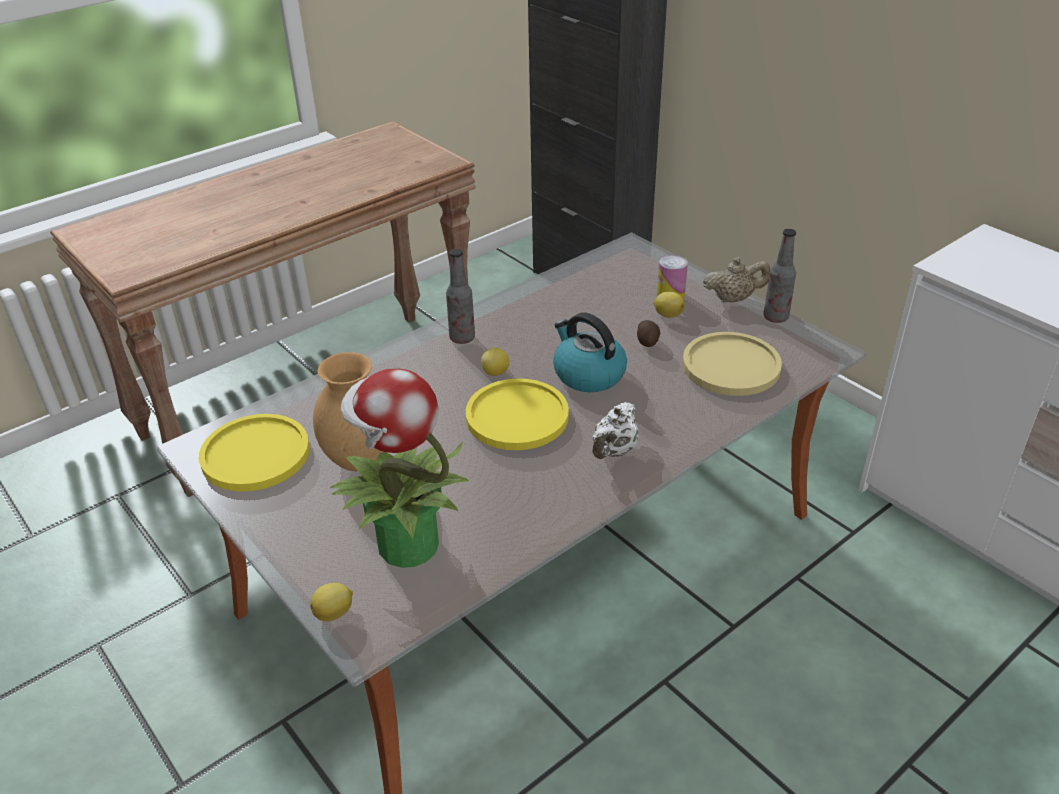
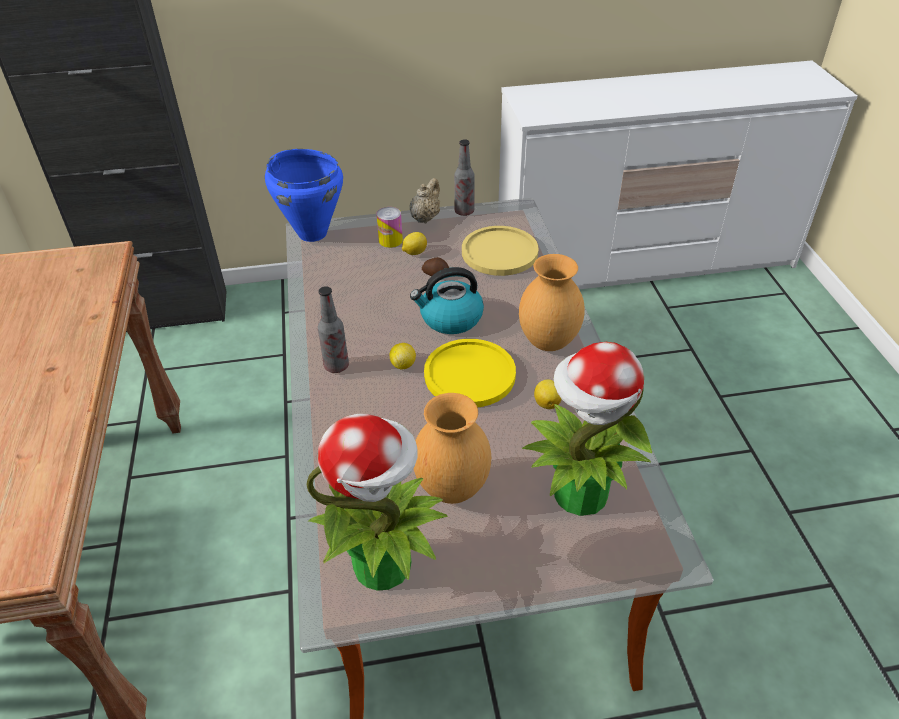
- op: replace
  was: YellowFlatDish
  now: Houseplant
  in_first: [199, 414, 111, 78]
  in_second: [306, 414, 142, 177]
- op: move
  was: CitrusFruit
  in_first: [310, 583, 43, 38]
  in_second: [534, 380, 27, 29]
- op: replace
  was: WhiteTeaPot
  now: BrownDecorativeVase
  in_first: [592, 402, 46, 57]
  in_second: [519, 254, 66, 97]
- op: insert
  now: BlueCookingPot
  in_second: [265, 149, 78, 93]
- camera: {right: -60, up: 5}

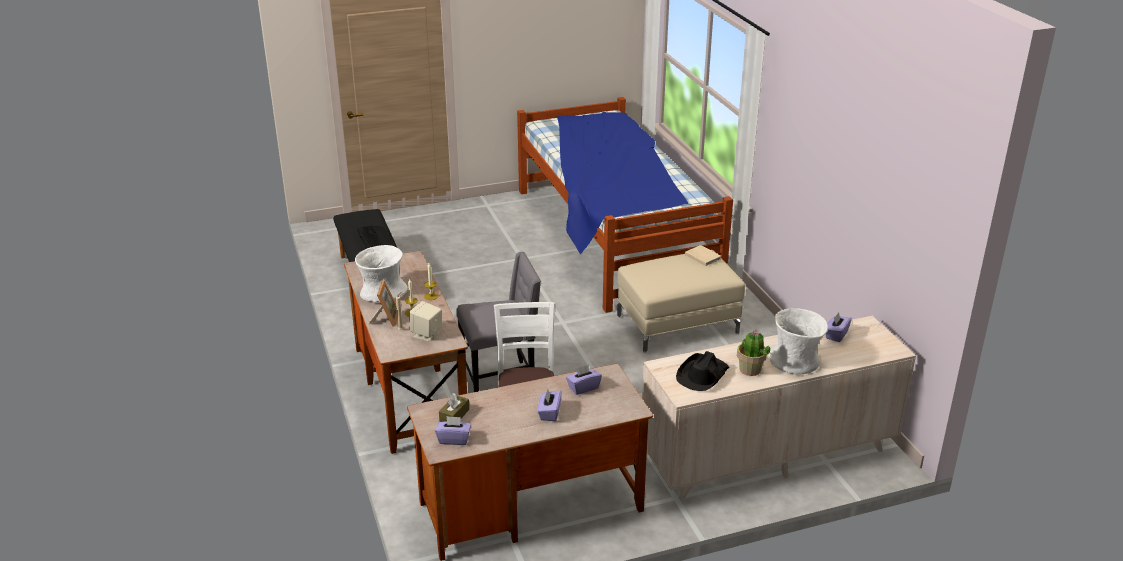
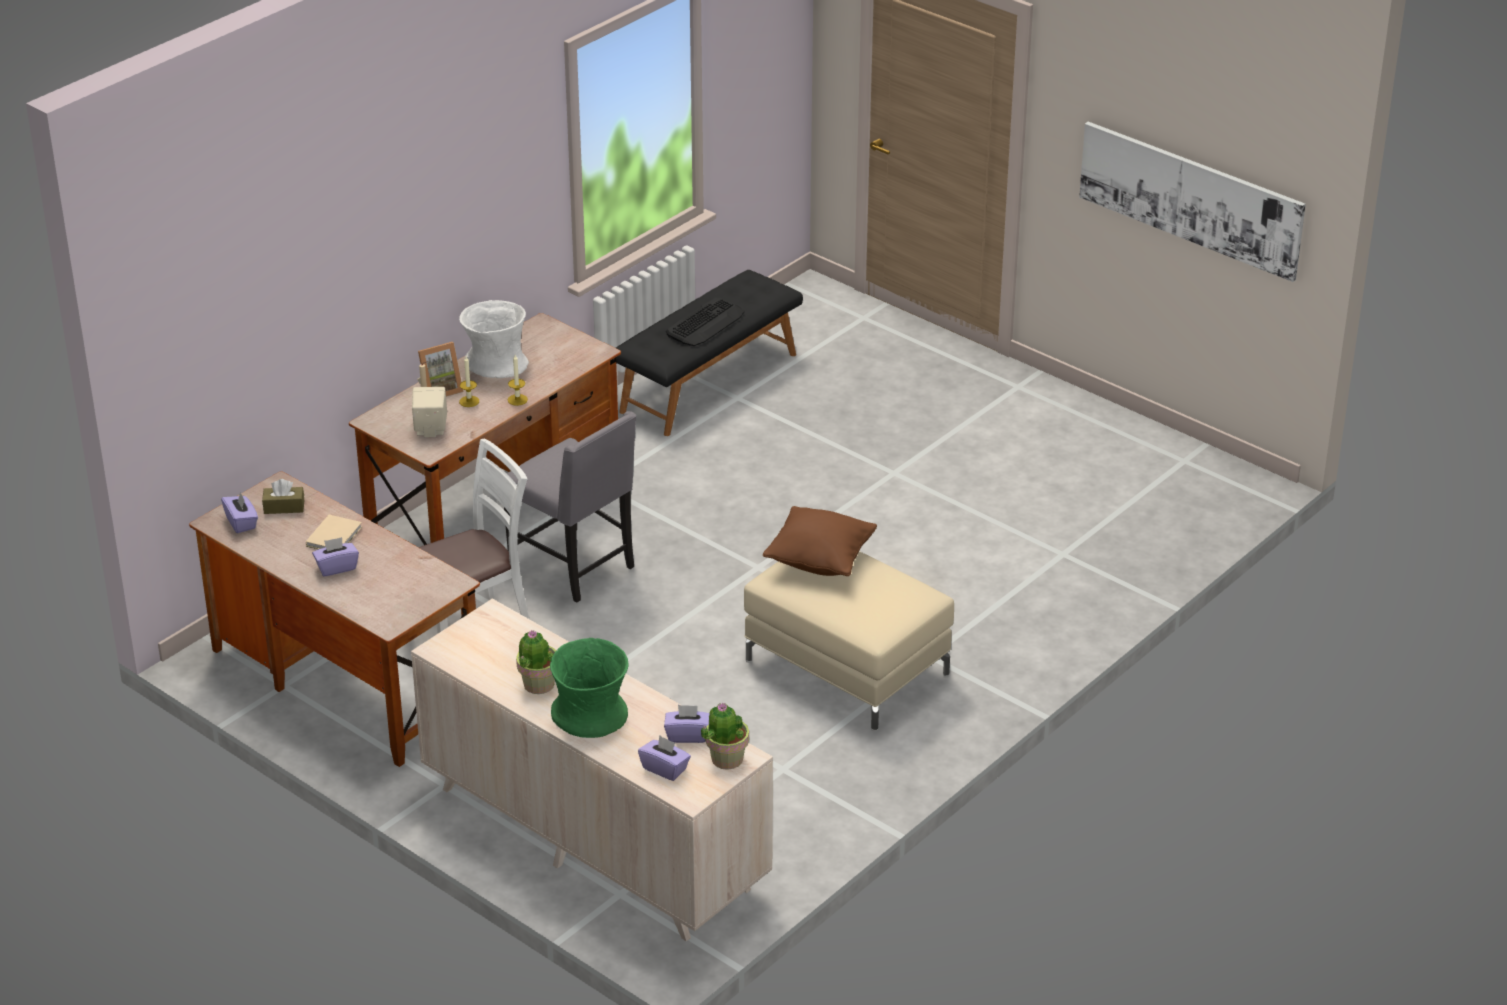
- op: delete
  was: SleepingBed
  in_first: [517, 97, 216, 216]
- op: move
  was: PurpleTissueHolder
  in_first: [566, 365, 36, 30]
  in_second: [638, 735, 53, 46]
- op: delete
  was: BlackColouredHat
  in_first: [676, 351, 54, 40]
- op: move
  was: BeigeColouredBook
  in_first: [685, 245, 36, 21]
  in_second: [306, 515, 56, 34]
- op: recolor
  was: WhiteDecorativeVase
  now: GreenishDecorativeVase
  in_first: [769, 308, 59, 66]
  in_second: [550, 638, 78, 100]
- op: insert
  now: Houseplant
  in_second: [701, 702, 48, 68]
- op: insert
  now: BrownCushion
  in_second: [763, 506, 114, 70]
- op: insert
  now: Picture
  in_second: [1079, 122, 227, 160]
- camera: {right: 60, up: 5}

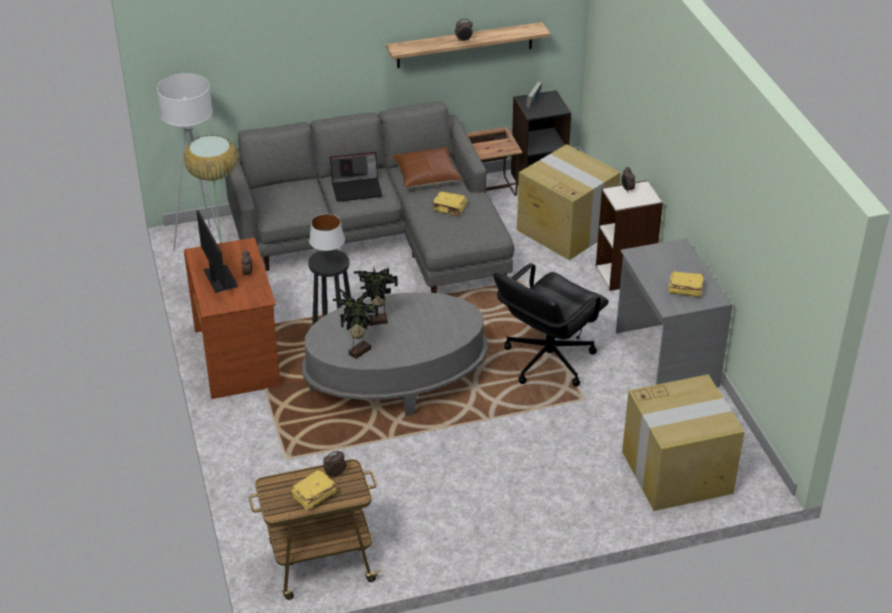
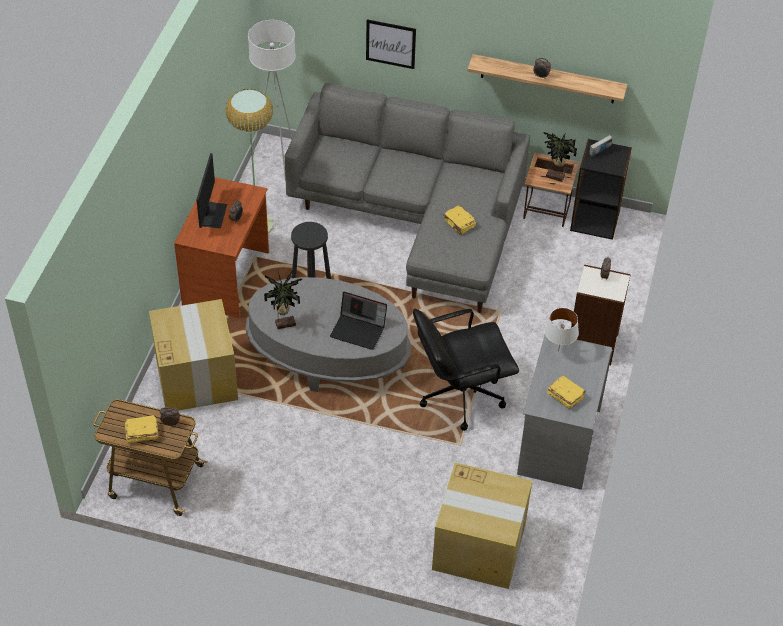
- op: move
  was: WhiteLampForATable
  in_first: [309, 214, 36, 52]
  in_second: [545, 308, 34, 44]
- op: move
  was: Laptop
  in_first: [330, 152, 52, 50]
  in_second: [330, 292, 57, 58]
- op: move
  was: Houseplant
  in_first: [354, 266, 44, 60]
  in_second: [543, 132, 34, 50]
- op: delete
  was: BrownCushion
  in_first: [391, 148, 71, 41]
- op: move
  was: Carton
  in_first: [517, 144, 104, 116]
  in_second: [149, 299, 89, 112]
- op: insert
  now: Picture
  in_second: [366, 19, 50, 50]
- camera: {right: 30, up: 10}

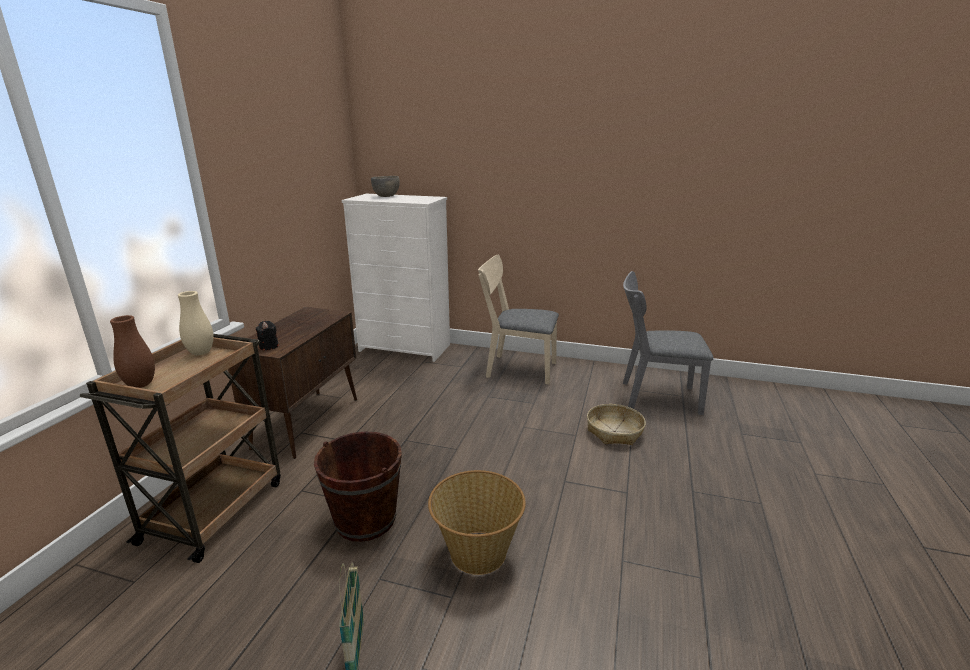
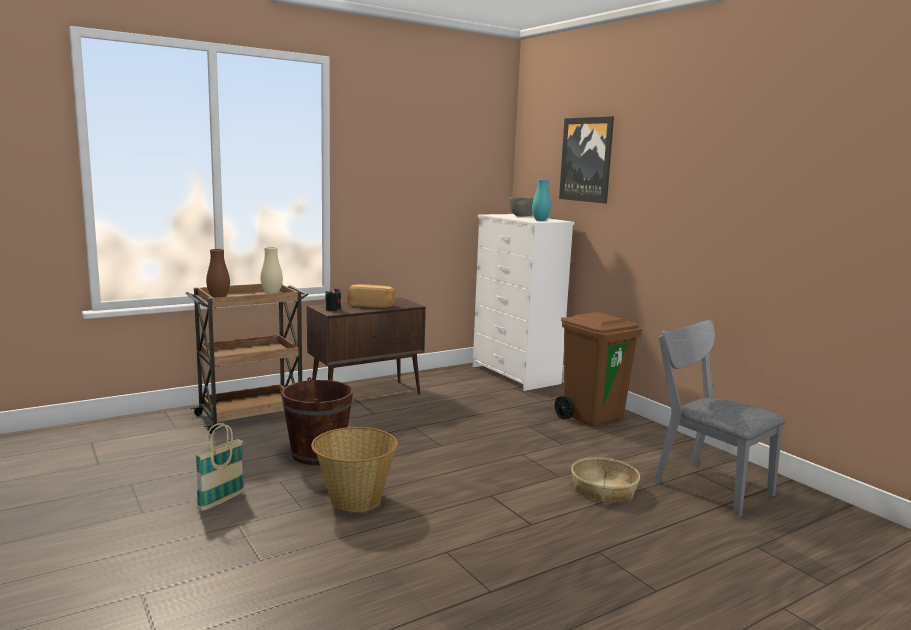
- op: replace
  was: BeigeColouredUprightChair
  now: BrownTrashCan
  in_first: [478, 255, 81, 129]
  in_second: [555, 312, 87, 115]
- op: insert
  now: BakedBread
  in_second: [347, 284, 49, 24]
- op: insert
  now: TurquoiseDecorativeVase
  in_second: [532, 179, 19, 42]
- op: insert
  now: Picture
  in_second: [559, 116, 55, 87]
- camera: {right: 40, up: -10}

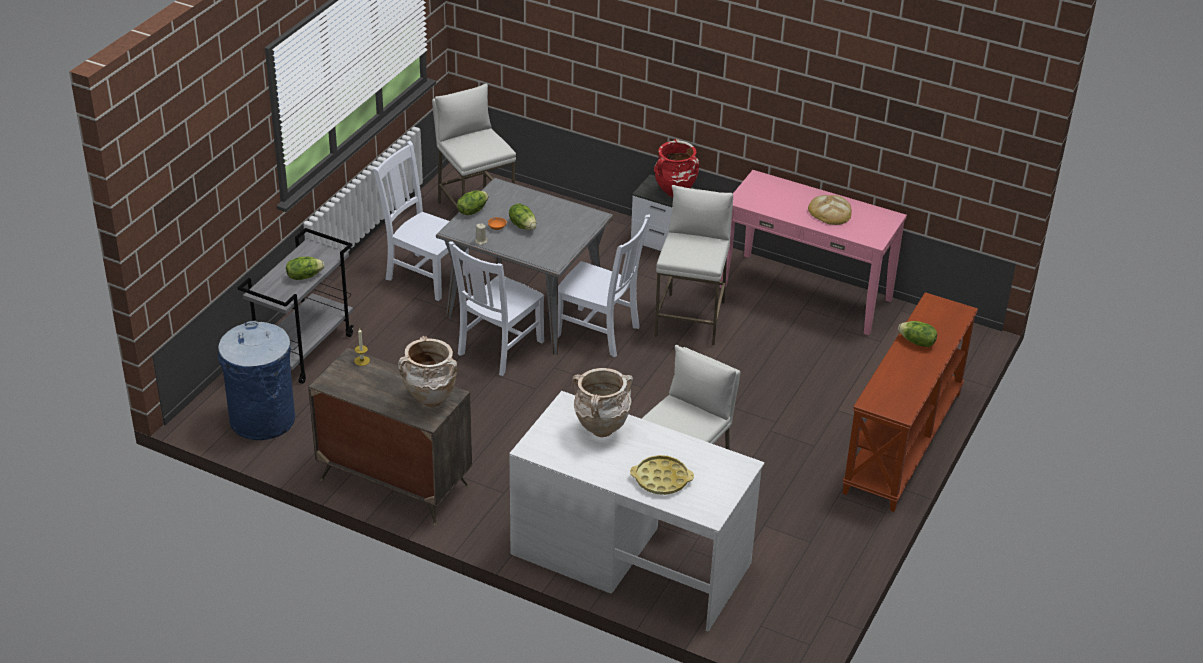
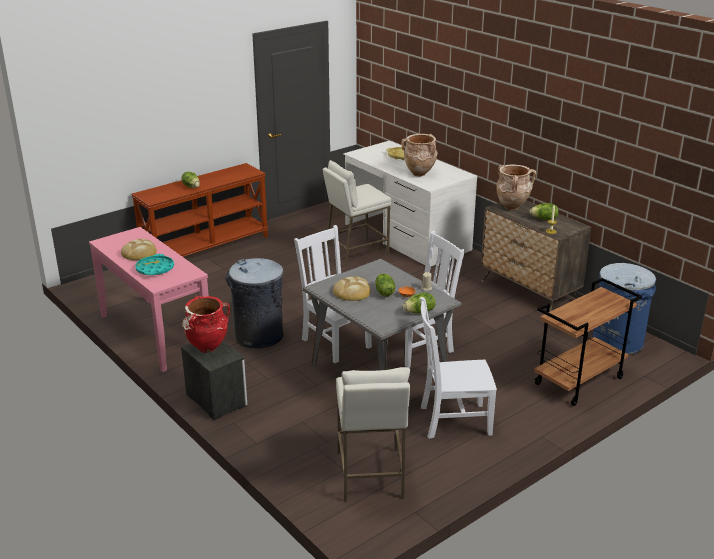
- op: recolor
  was: GrayCart
  now: BrownCart
  in_first: [238, 228, 116, 156]
  in_second: [534, 278, 108, 128]
- op: move
  was: LettuceHead
  in_first: [286, 257, 38, 23]
  in_second: [530, 203, 29, 17]
- op: rotate
  was: WhiteUprightChair
  in_first: [373, 141, 97, 160]
  in_second: [420, 297, 77, 142]
  clockwise: 120
- op: replace
  was: WhiteSittingStool
  now: GrayTrashCan
  in_first: [654, 185, 79, 160]
  in_second: [225, 258, 58, 90]
- op: insert
  now: TurquoiseServingTray
  in_second: [135, 254, 39, 21]
- op: insert
  now: BakedBread
  in_second: [333, 276, 38, 25]
- camera: {right: -155, up: -10}

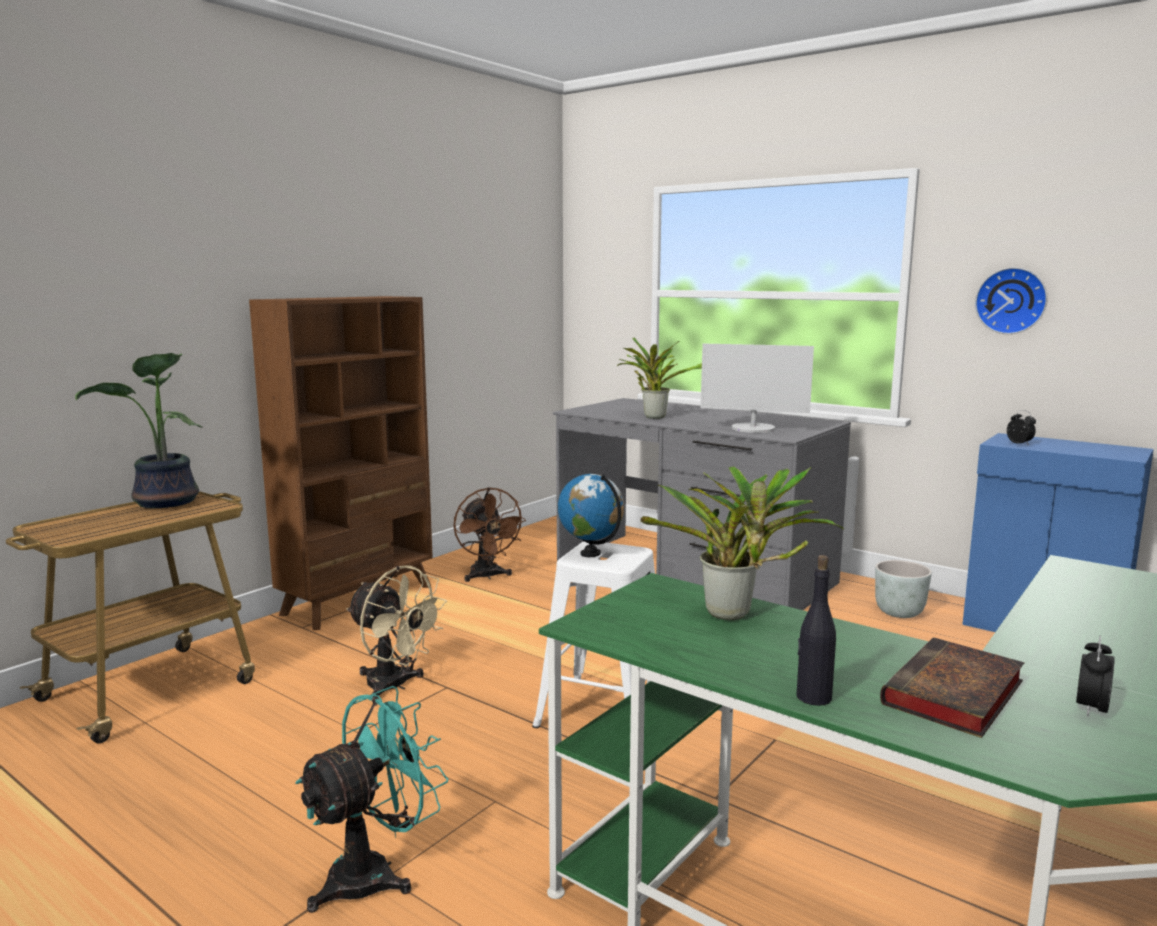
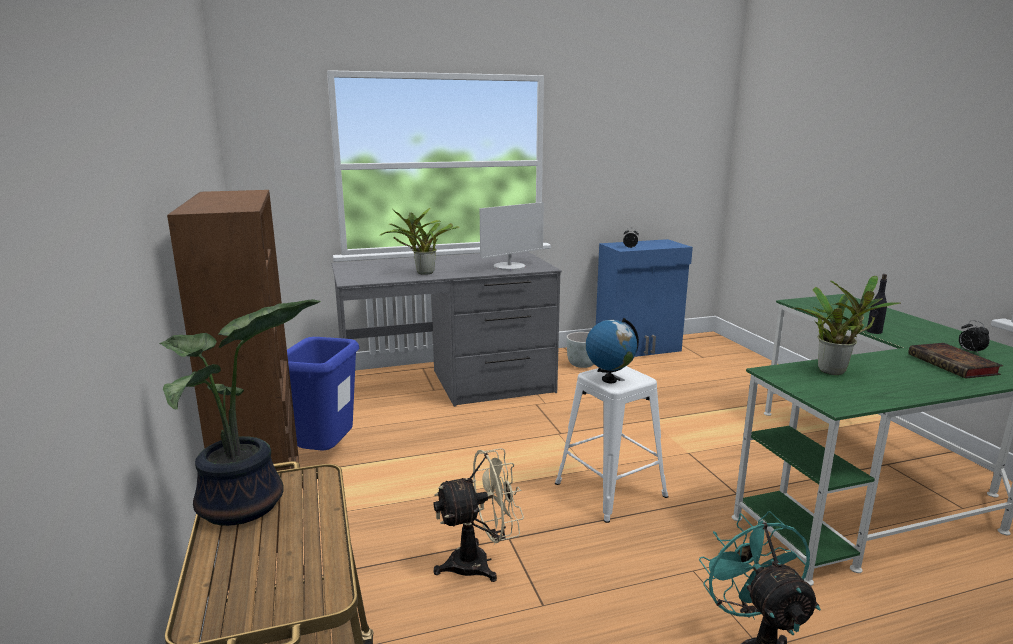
- op: replace
  was: BrownFan
  now: BlueTrashCan
  in_first: [454, 487, 72, 95]
  in_second: [287, 337, 72, 113]
- op: move
  was: BlackColouredDrinkBottle
  in_first: [796, 555, 40, 151]
  in_second: [867, 274, 20, 60]
- op: delete
  was: WallClock
  in_first: [975, 267, 73, 67]
- camera: {right: -55, up: 5}

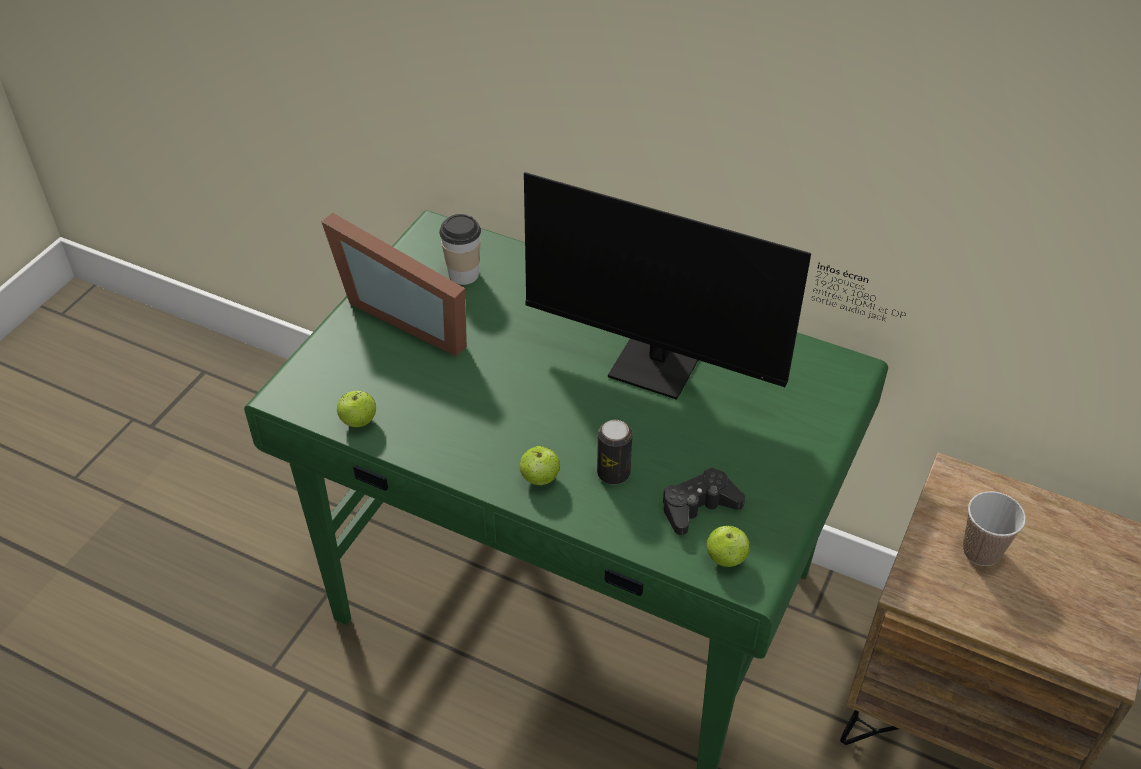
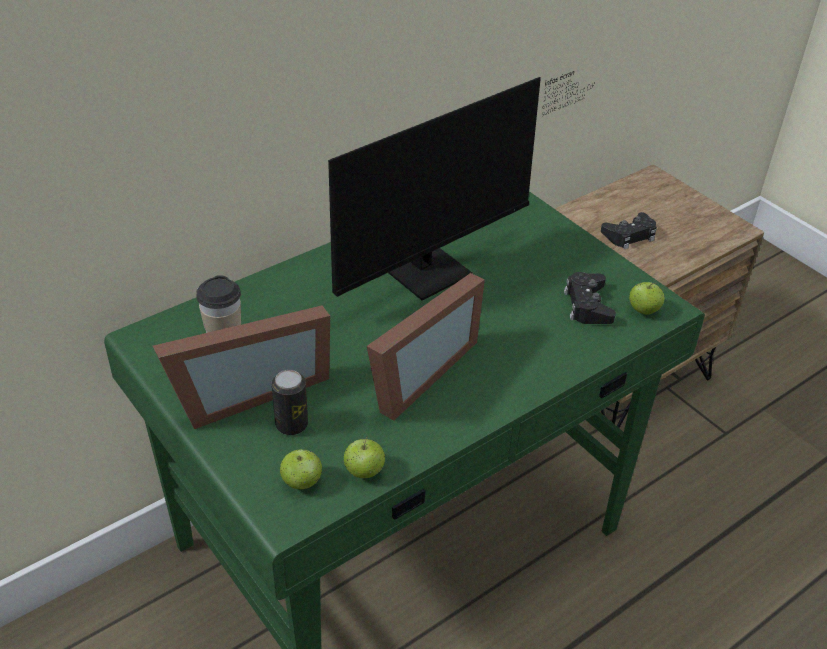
- op: move
  was: WholeApple
  in_first: [519, 446, 41, 39]
  in_second: [280, 449, 42, 40]
- op: move
  was: Can
  in_first: [597, 420, 36, 64]
  in_second: [272, 370, 36, 65]
- op: replace
  was: Cup
  now: BlackColouredGamepad
  in_first: [963, 491, 63, 75]
  in_second: [601, 212, 56, 37]
- op: insert
  now: PhotoFrame
  in_second: [367, 273, 118, 148]
- camera: {right: -65, up: -5}

